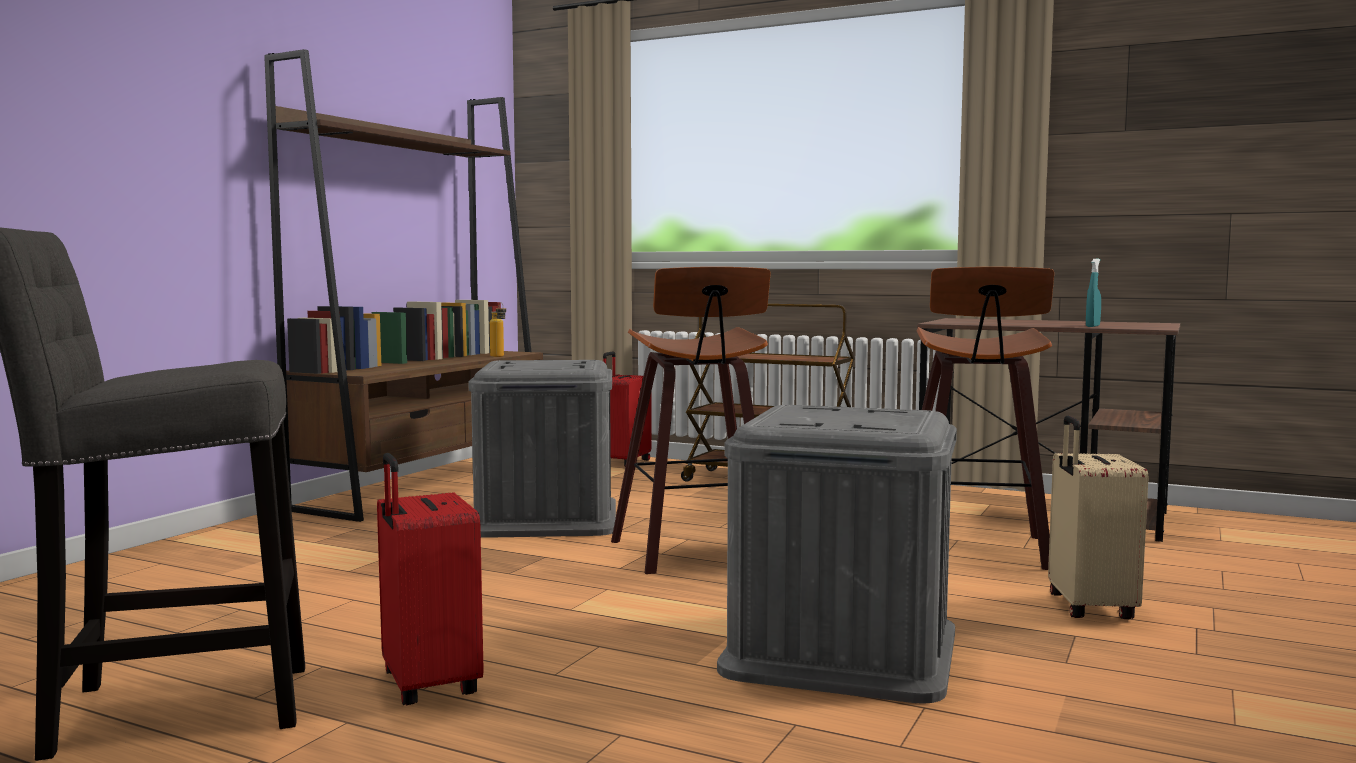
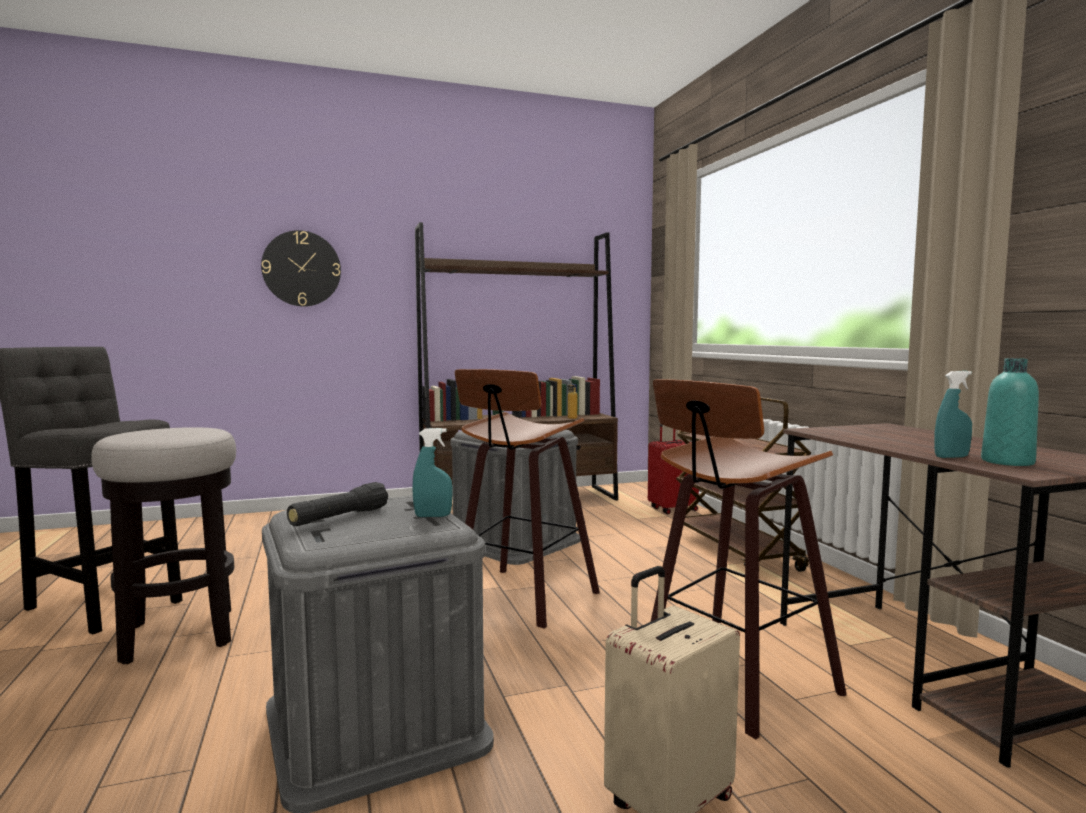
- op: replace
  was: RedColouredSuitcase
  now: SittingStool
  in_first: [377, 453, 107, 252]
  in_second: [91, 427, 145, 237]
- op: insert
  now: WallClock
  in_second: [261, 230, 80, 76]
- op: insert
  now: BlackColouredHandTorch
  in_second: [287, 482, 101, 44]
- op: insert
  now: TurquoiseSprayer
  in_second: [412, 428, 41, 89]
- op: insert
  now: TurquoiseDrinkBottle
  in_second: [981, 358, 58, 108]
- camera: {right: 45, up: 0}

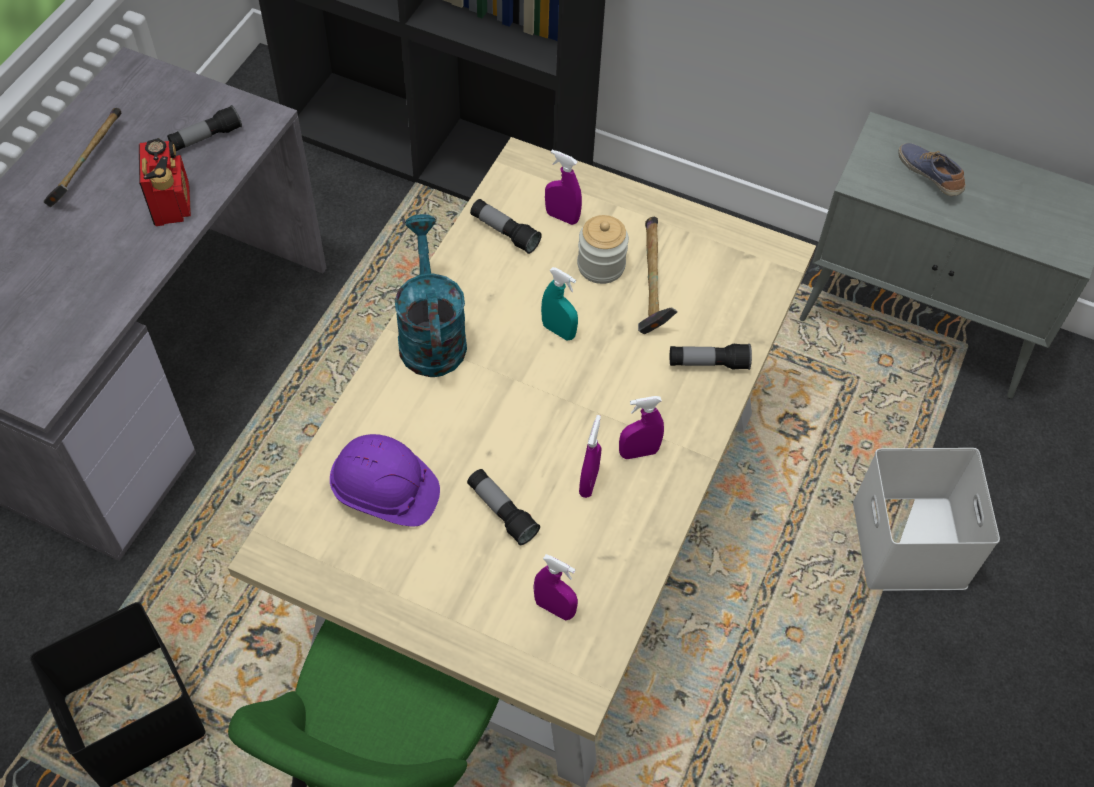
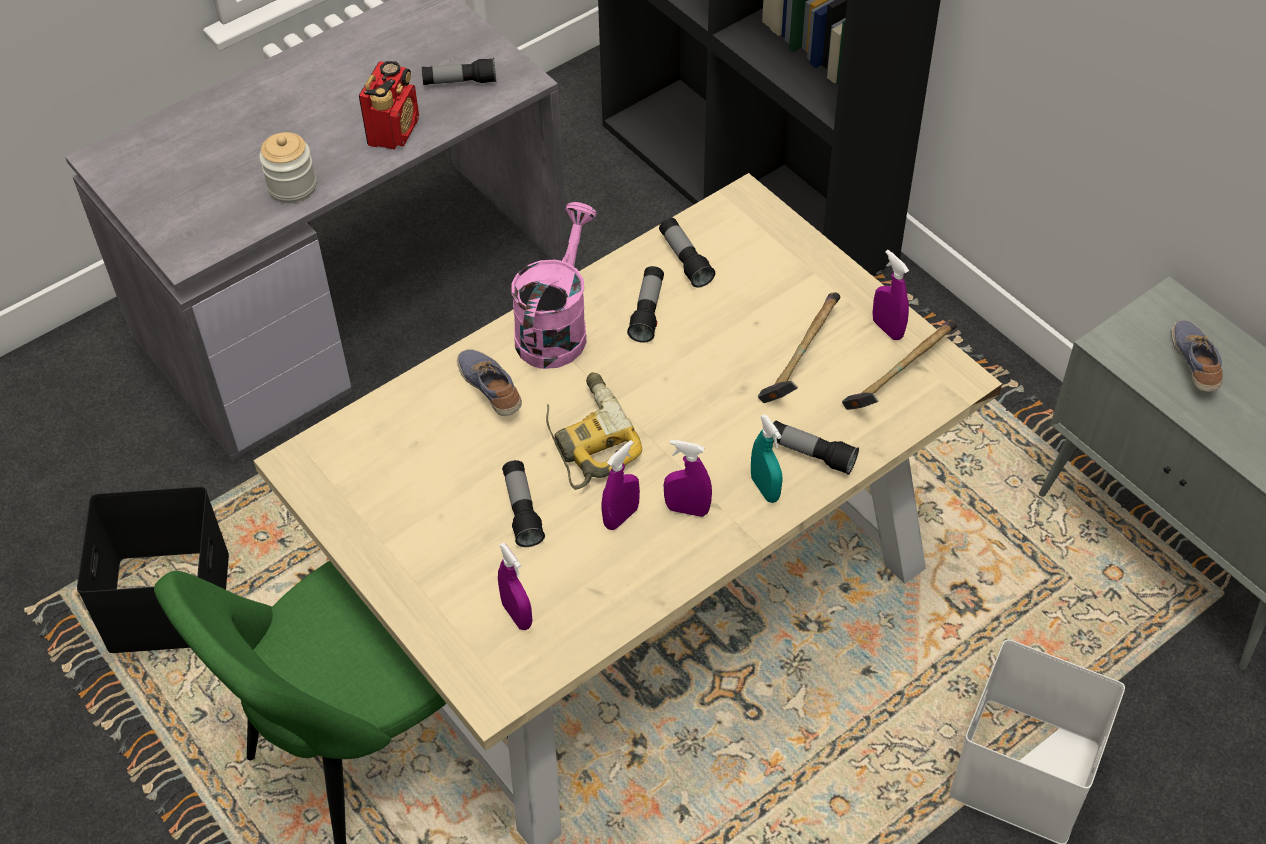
- op: move
  was: Hammer
  in_first: [43, 108, 78, 99]
  in_second: [842, 320, 115, 90]
- op: delete
  was: PurpleSafetyHelmet
  in_first: [330, 434, 110, 92]
- op: recolor
  was: TurquoiseWateringCan
  now: PinkWateringCan
  in_first: [395, 214, 72, 163]
  in_second: [512, 202, 85, 167]
- op: move
  was: TurquoiseSprayer
  in_first: [541, 267, 37, 73]
  in_second: [751, 414, 32, 89]
- op: move
  was: PurpleSprayer
  in_first: [545, 150, 37, 75]
  in_second: [873, 250, 36, 90]
- op: move
  was: Jar
  in_first: [577, 215, 52, 69]
  in_second: [259, 132, 57, 71]
- op: insert
  now: ItemOfFootwear
  in_second: [457, 349, 65, 67]
- op: insert
  now: Drill
  in_second: [546, 372, 96, 118]
- op: insert
  now: HandTorch
  in_second: [627, 266, 37, 77]
- camera: {right: 30, up: -5}

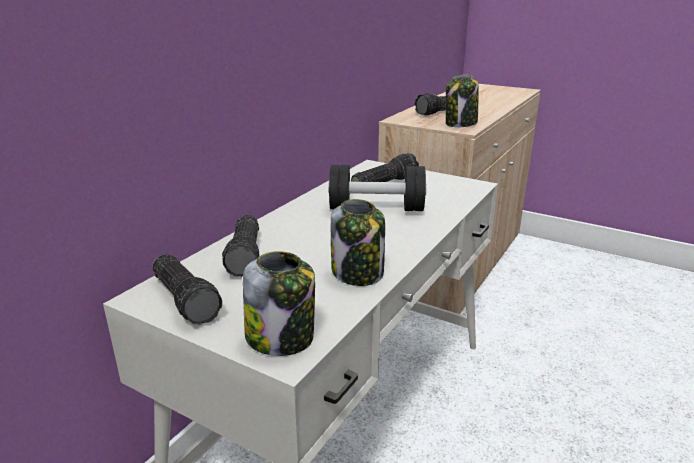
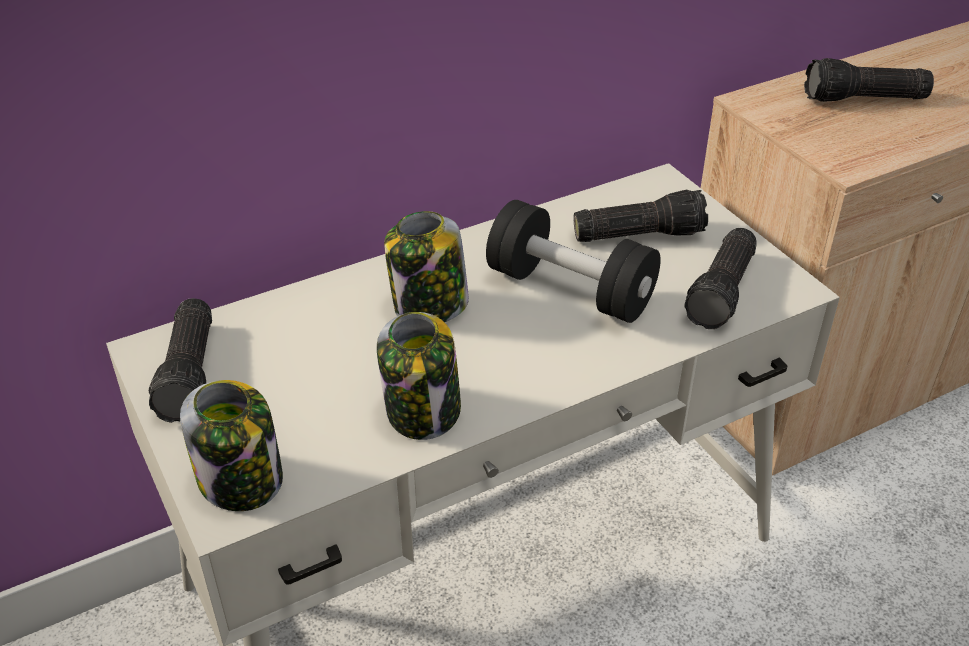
- op: move
  was: HandTorch
  in_first: [222, 215, 37, 62]
  in_second: [685, 228, 72, 101]
- op: move
  was: Jar
  in_first: [446, 75, 33, 52]
  in_second: [384, 211, 85, 111]
- camera: {right: 30, up: 15}

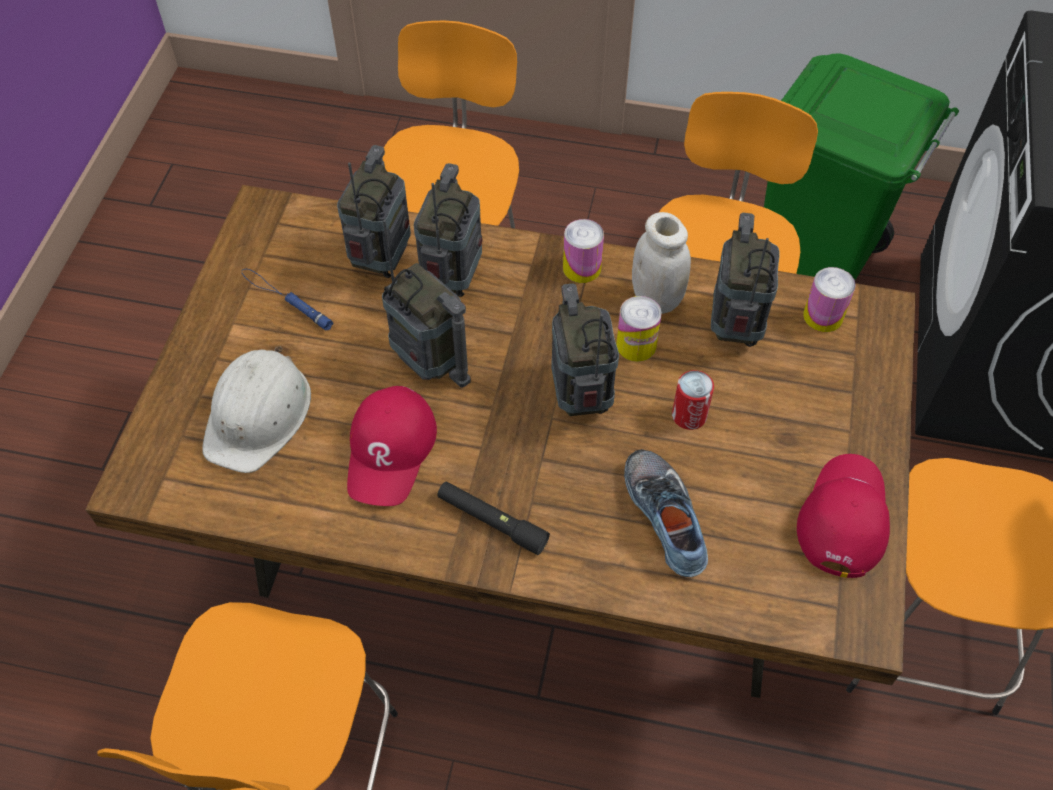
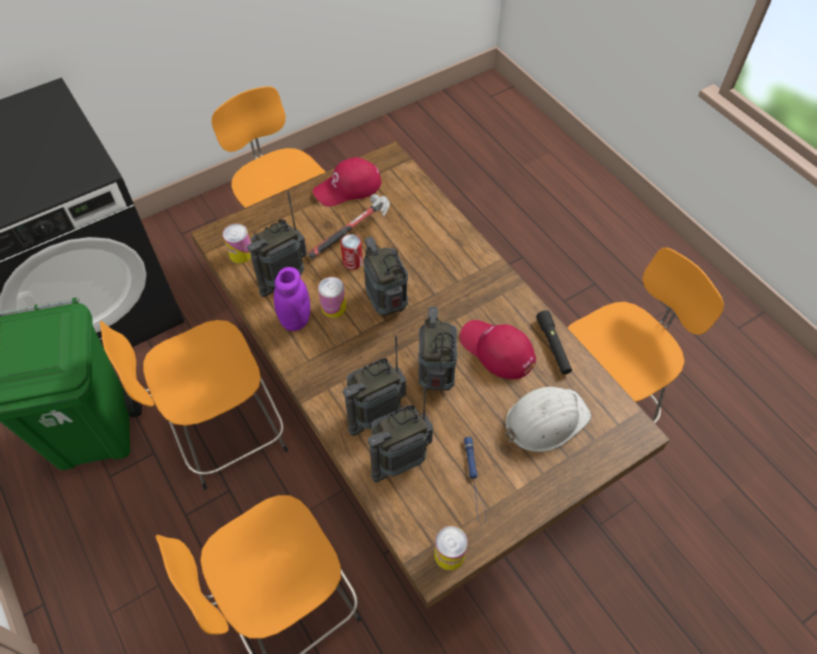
- op: rotate
  was: RedColouredBaseballCap
  in_first: [347, 386, 90, 120]
  in_second: [460, 320, 76, 59]
  clockwise: -105
- op: move
  was: BlackColouredHandTorch
  in_first: [437, 481, 113, 74]
  in_second: [536, 310, 36, 65]
- op: rotate
  was: RadioSet
  in_first: [551, 283, 68, 133]
  in_second: [363, 237, 45, 79]
  clockwise: 120
- op: move
  was: Can
  in_first: [563, 219, 41, 64]
  in_second: [434, 526, 34, 44]
- op: delete
  was: ItemOfFootwear
  in_first: [624, 449, 84, 128]
- op: recolor
  was: WhiteJar
  now: PurpleJar
  in_first: [632, 212, 59, 102]
  in_second: [274, 267, 36, 64]
- op: insert
  now: Hammer
  in_second: [308, 194, 82, 65]
- camera: {right: -135, up: 0}

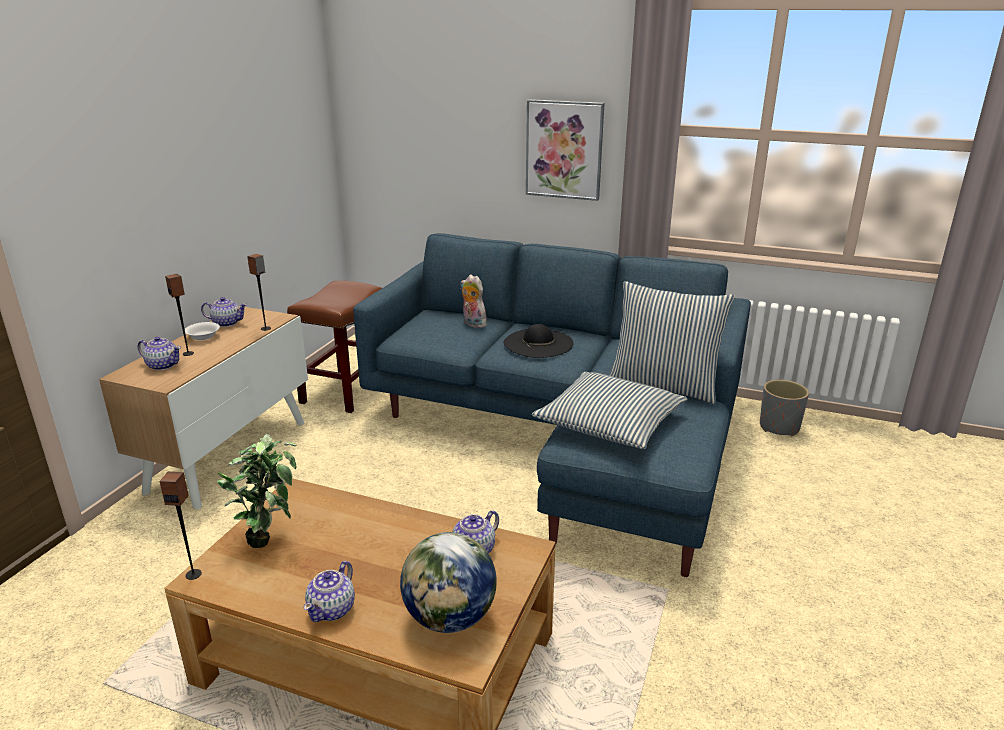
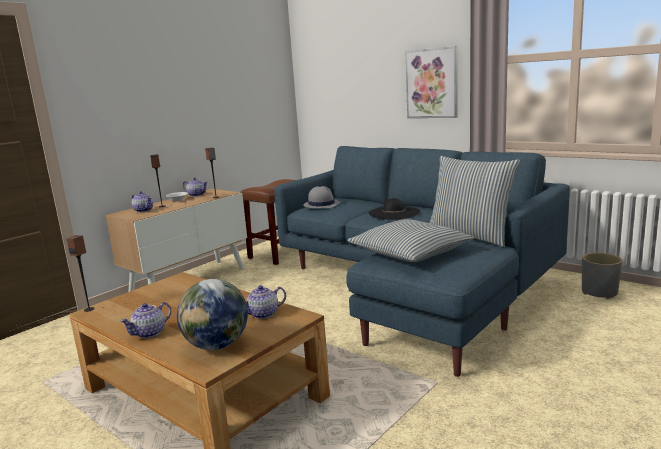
- op: delete
  was: Houseplant
  in_first: [217, 434, 80, 114]
- op: delete
  was: SoftToy
  in_first: [461, 275, 26, 53]
- op: insert
  now: GrayHat
  in_second: [303, 186, 37, 22]
- camera: {right: 20, up: -10}

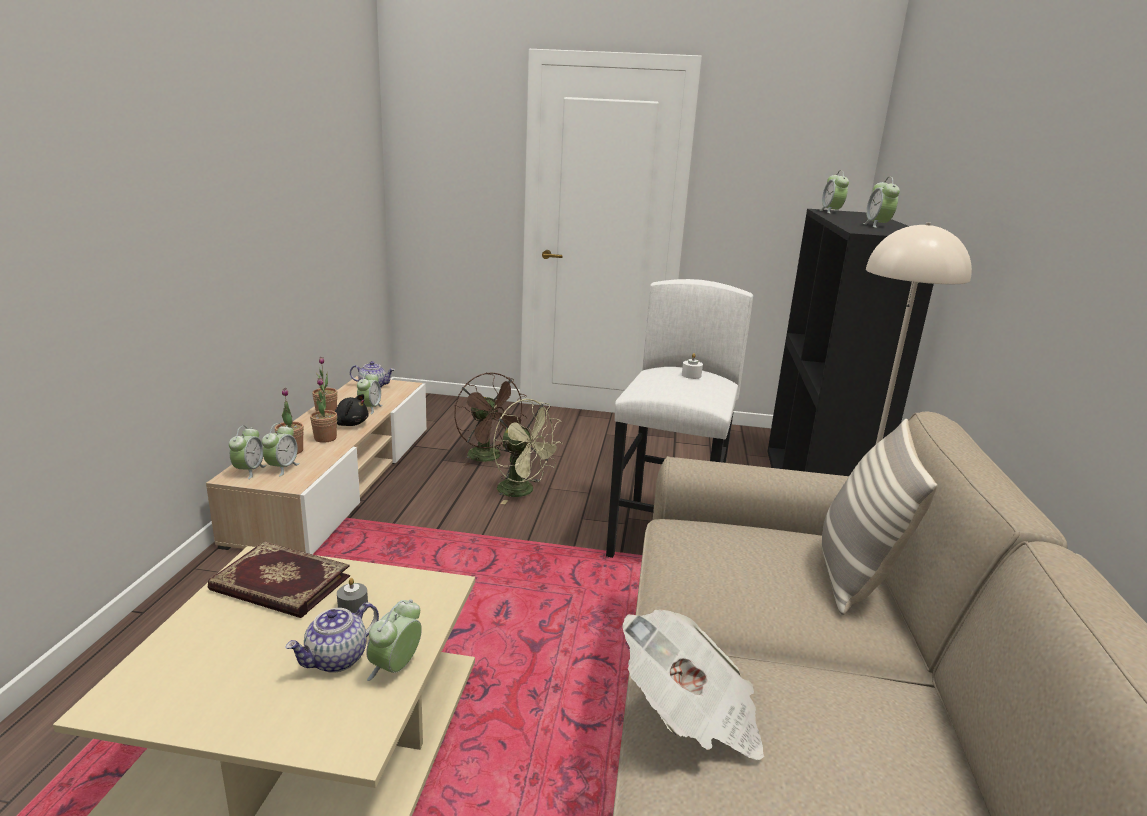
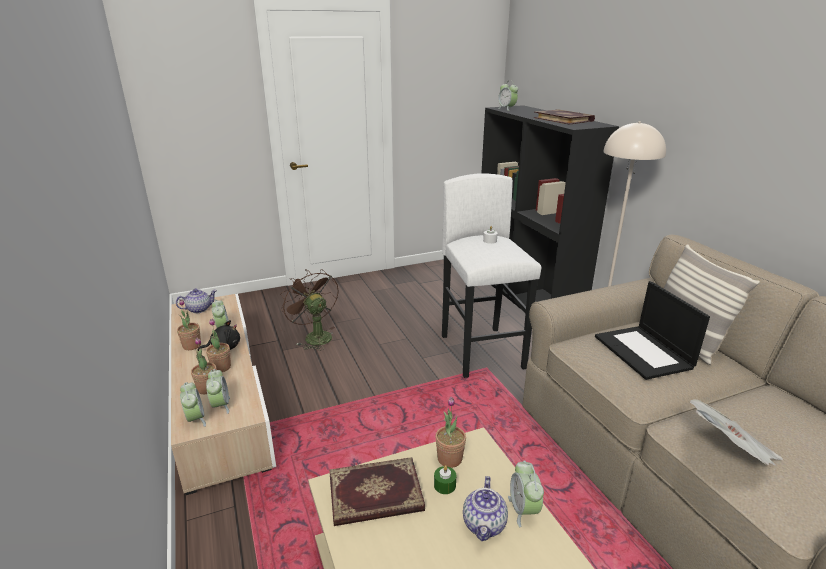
- op: recolor
  was: GrayWaxLight
  now: GreenishWaxLight
  in_first: [337, 578, 31, 35]
  in_second: [434, 465, 22, 29]
- op: rotate
  was: BrownFan
  in_first: [454, 372, 73, 94]
  in_second: [280, 269, 59, 82]
  clockwise: -150
- op: delete
  was: GreenishFan
  in_first: [493, 399, 70, 105]
- op: replace
  was: BedsideClock
  now: Book
  in_first: [863, 177, 37, 51]
  in_second: [534, 109, 61, 16]
- op: insert
  now: Houseplant
  in_second: [435, 397, 31, 71]
- op: insert
  now: Laptop
  in_second: [595, 281, 115, 99]
- camera: {right: -30, up: 5}

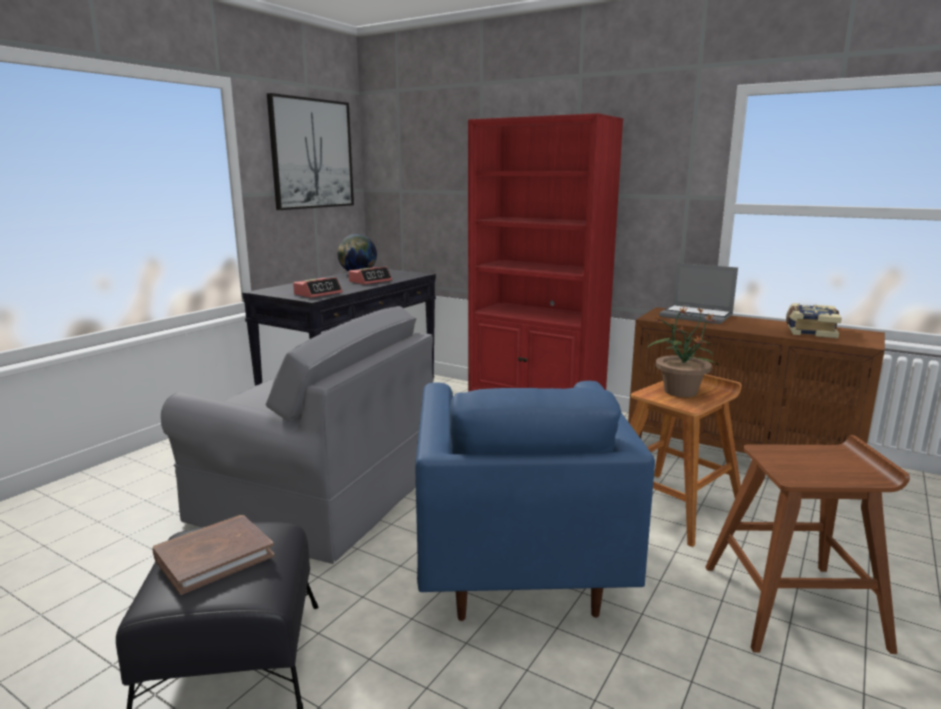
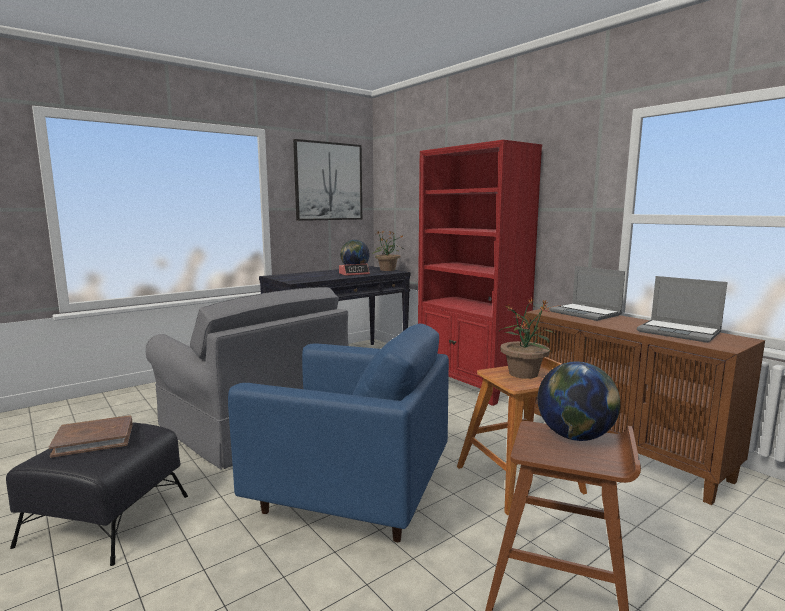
- op: delete
  was: BedsideClock
  in_first: [293, 277, 49, 21]
- op: rotate
  was: BlueEasyChair
  in_first: [415, 381, 240, 240]
  in_second: [228, 324, 221, 218]
  clockwise: -90
- op: replace
  was: Book
  now: Laptop
  in_first: [786, 303, 56, 35]
  in_second: [637, 276, 91, 67]
- op: insert
  now: Houseplant
  in_second: [372, 231, 33, 40]
- op: insert
  now: DeskGlobe
  in_second: [537, 362, 83, 79]
- camera: {right: 20, up: -5}

